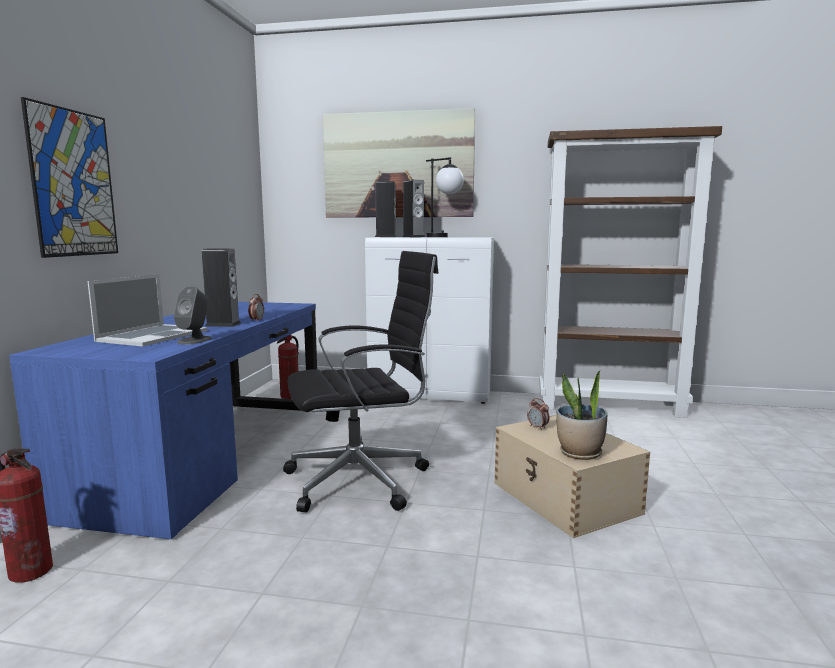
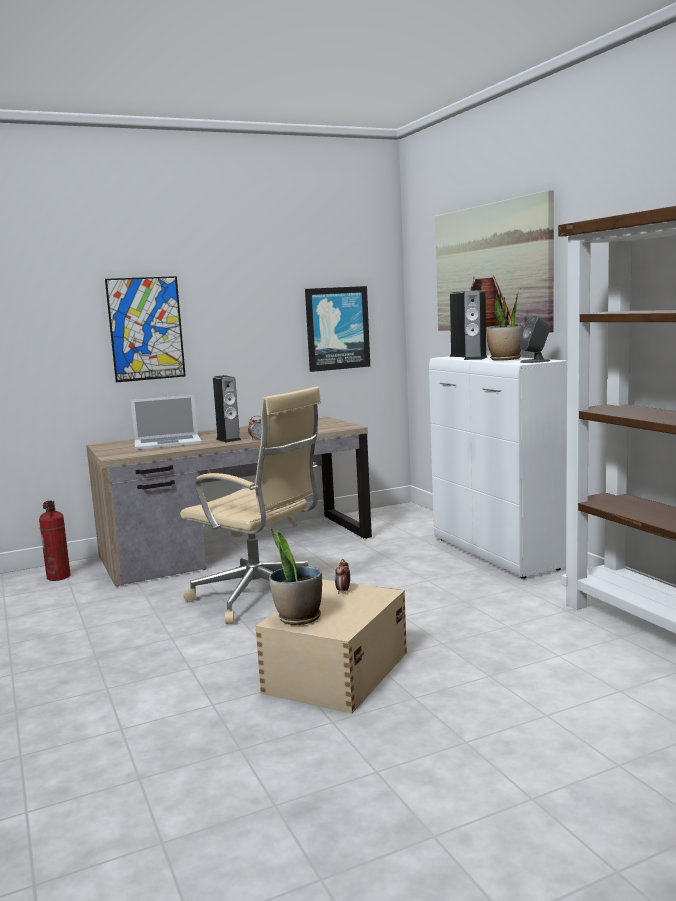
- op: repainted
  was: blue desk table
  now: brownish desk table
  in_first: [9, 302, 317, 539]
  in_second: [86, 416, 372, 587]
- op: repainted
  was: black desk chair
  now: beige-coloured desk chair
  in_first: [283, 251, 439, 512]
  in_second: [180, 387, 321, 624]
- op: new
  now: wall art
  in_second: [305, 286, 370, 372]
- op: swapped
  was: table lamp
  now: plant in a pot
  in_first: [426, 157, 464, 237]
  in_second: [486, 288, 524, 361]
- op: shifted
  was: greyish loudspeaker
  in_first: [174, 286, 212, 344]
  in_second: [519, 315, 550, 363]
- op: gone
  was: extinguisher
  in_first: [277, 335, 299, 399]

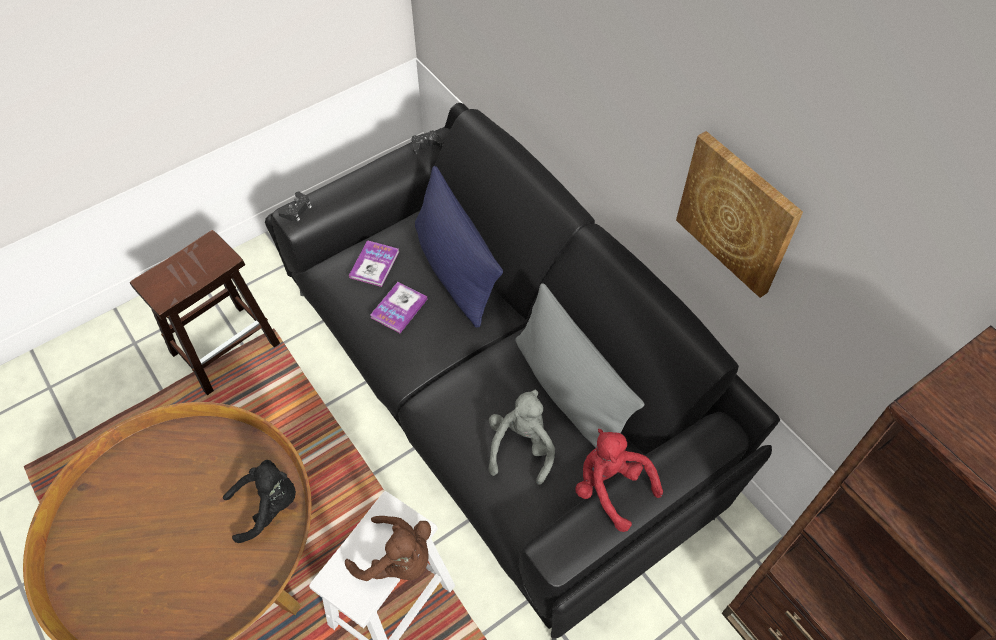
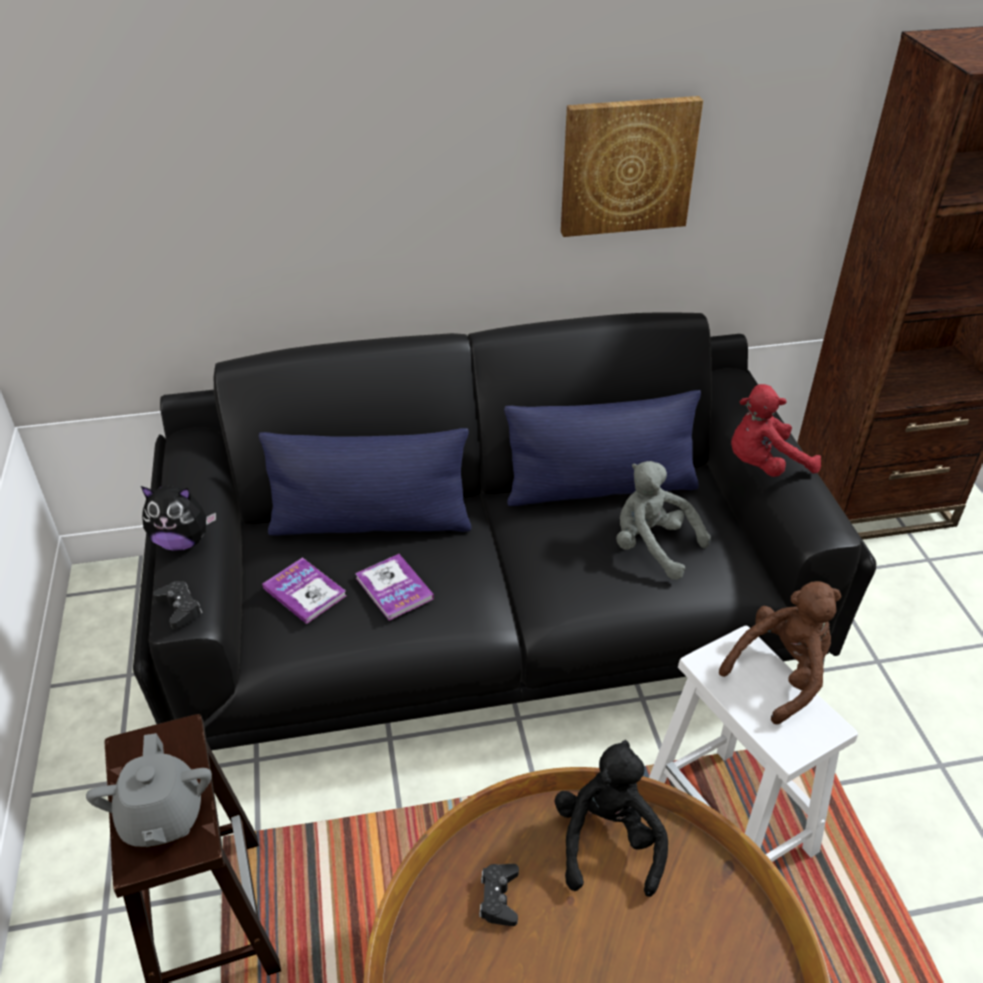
- op: new
  now: greyish pot for tea
  in_second: [86, 733, 212, 847]
- op: new
  now: soft toy
  in_second: [141, 485, 216, 551]
- op: shifted
  was: black joypad
  in_first: [411, 130, 443, 154]
  in_second: [479, 864, 519, 926]
- op: repainted
  was: greyish cushion
  now: blue cushion
  in_first: [515, 283, 644, 448]
  in_second: [504, 390, 701, 506]

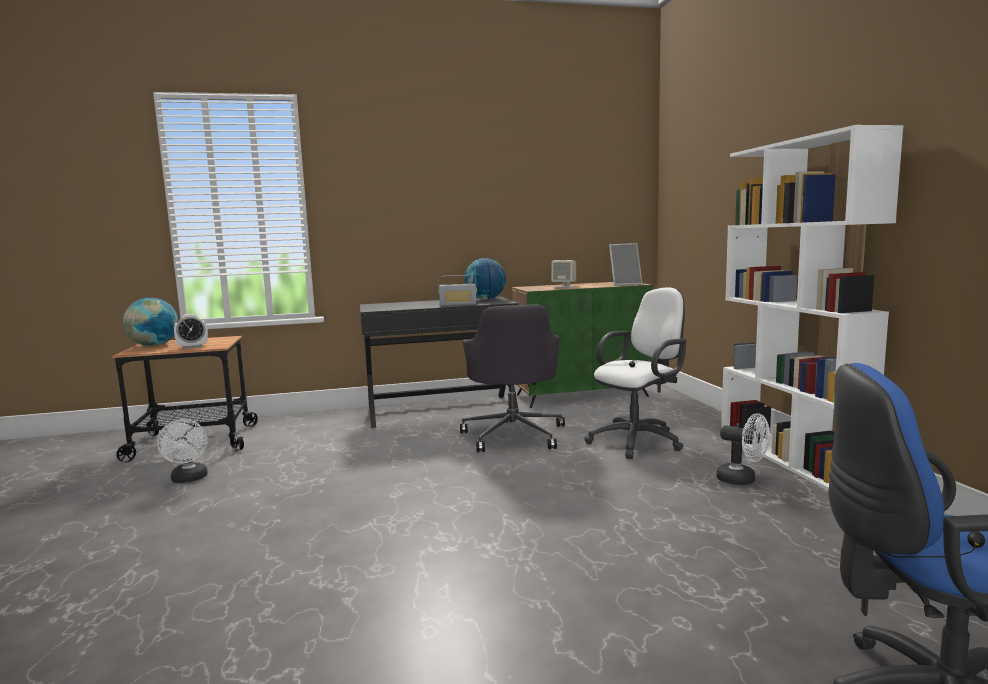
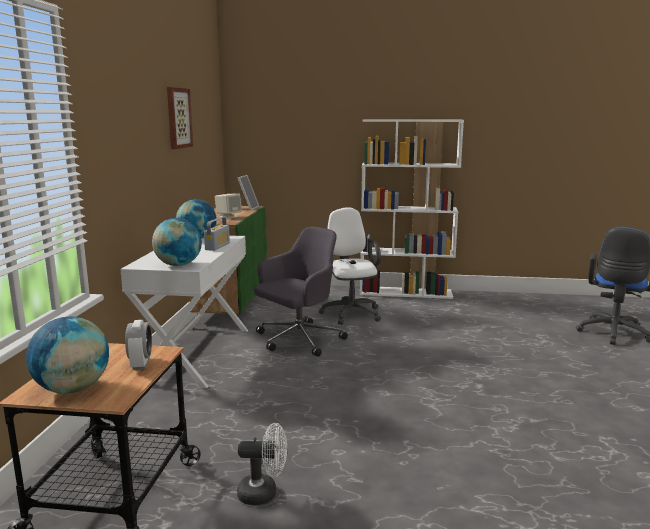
- op: repainted
  was: black desk table
  now: whitish desk table
  in_first: [360, 297, 519, 428]
  in_second: [120, 235, 248, 388]
- op: new
  now: globe
  in_second: [152, 218, 202, 266]
- op: new
  now: wall art
  in_second: [167, 87, 193, 149]
- op: rotated
  was: greyish desk chair
  in_first: [460, 305, 565, 452]
  in_second: [254, 227, 348, 357]
  clockwise: -60
- op: gone
  was: whitish fan
  in_first: [716, 413, 770, 485]

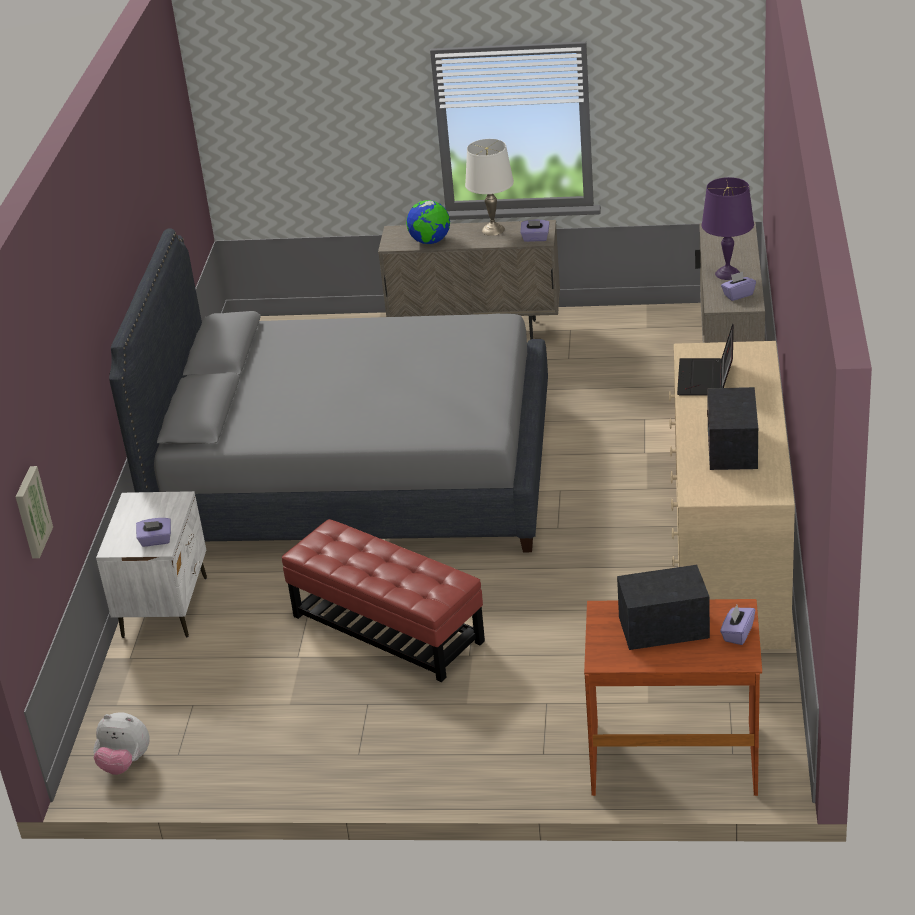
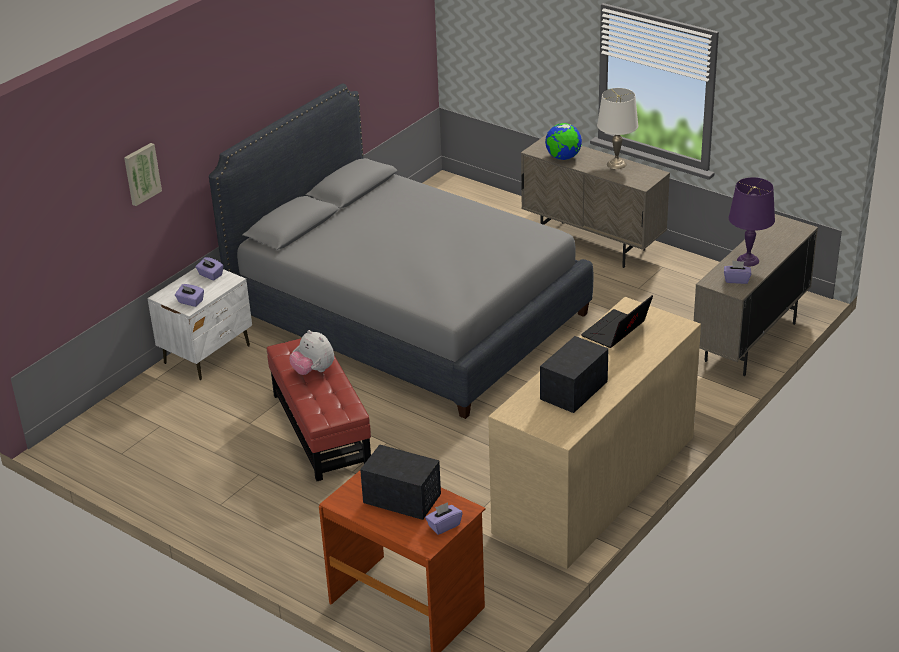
- op: shifted
  was: wall art
  in_first: [15, 466, 53, 558]
  in_second: [124, 143, 162, 206]
- op: shifted
  was: purple box of tissues
  in_first: [520, 220, 549, 242]
  in_second: [196, 257, 223, 280]
- op: shifted
  was: soft toy
  in_first: [93, 712, 150, 775]
  in_second: [289, 330, 334, 375]

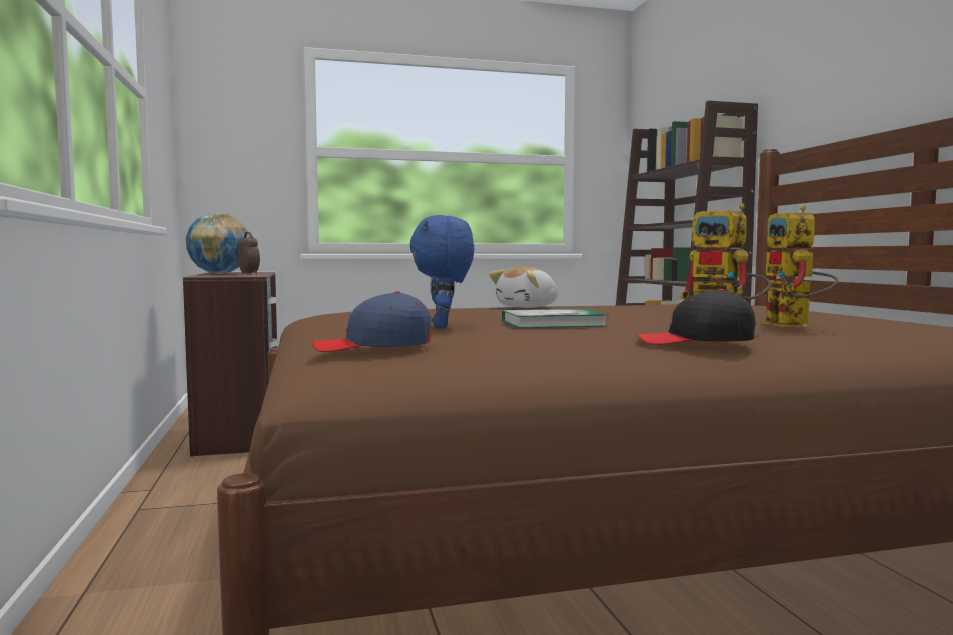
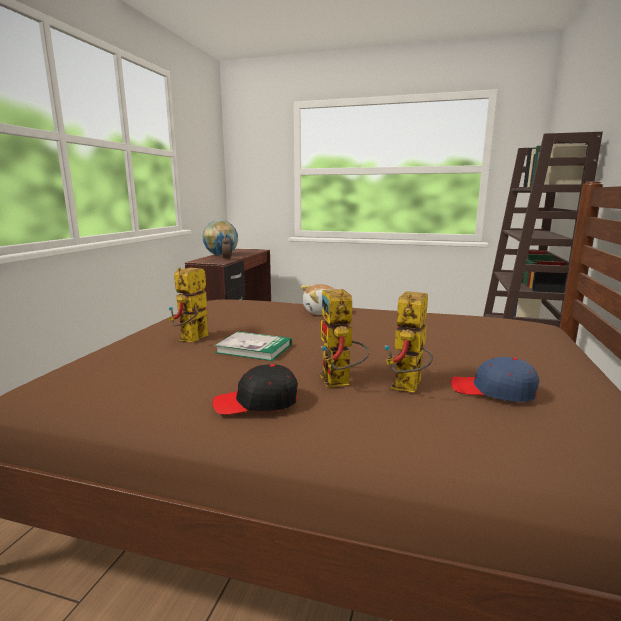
- op: swapped
  was: blue soft toy
  now: toy robot
  in_first: [410, 215, 474, 328]
  in_second: [168, 267, 209, 342]
- op: rotated
  was: black peaked cap
  in_first: [637, 289, 755, 345]
  in_second: [212, 364, 298, 415]
  clockwise: -45
- op: shifted
  was: blue peaked cap
  in_first: [312, 291, 432, 352]
  in_second: [451, 357, 539, 402]

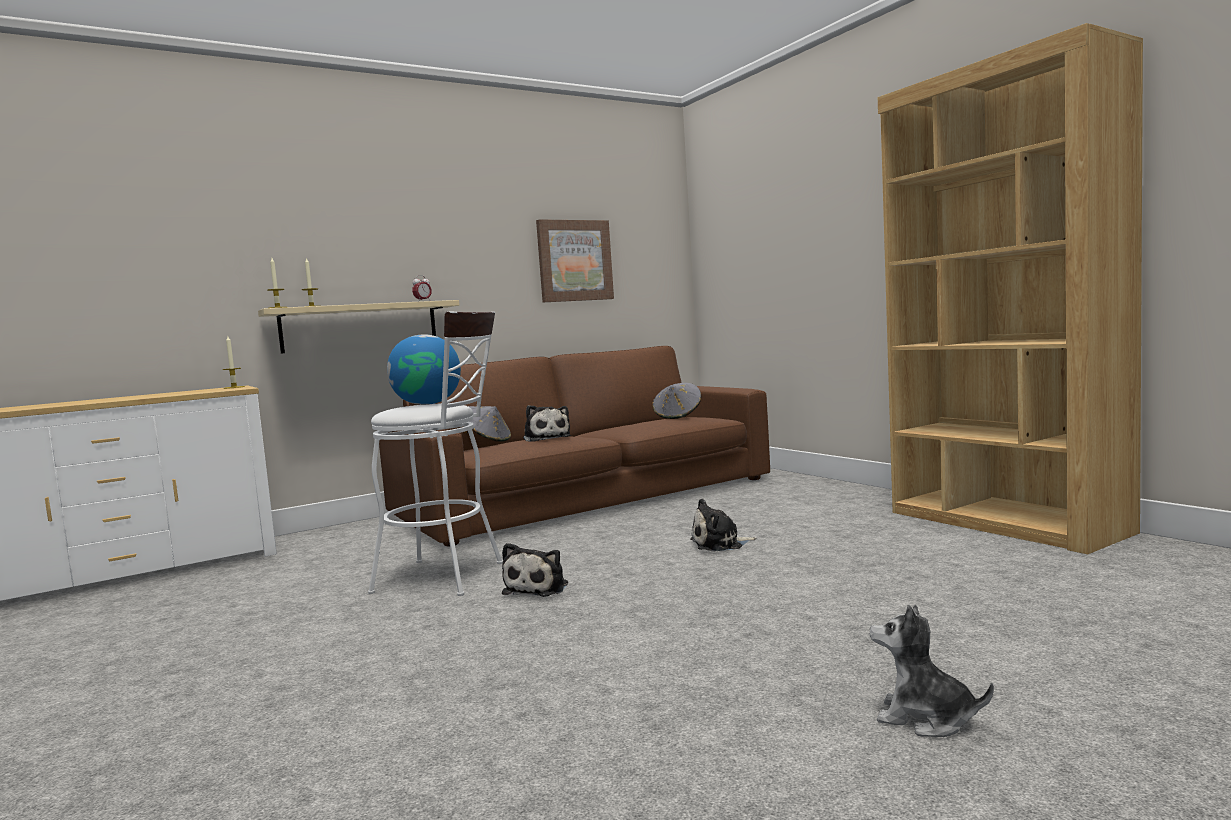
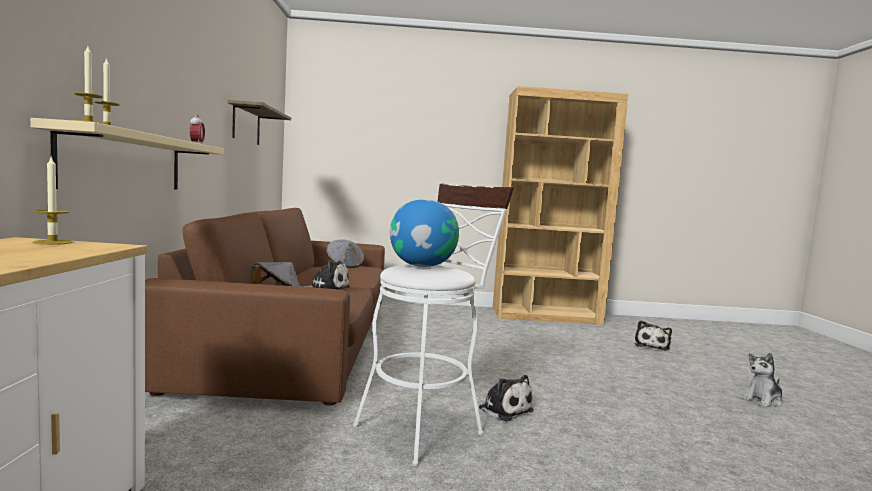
- op: swapped
  was: wall art
  now: shelf
  in_first: [536, 219, 614, 302]
  in_second: [228, 100, 291, 145]
- op: shifted
  was: soft toy
  in_first: [690, 498, 756, 552]
  in_second: [635, 320, 672, 350]

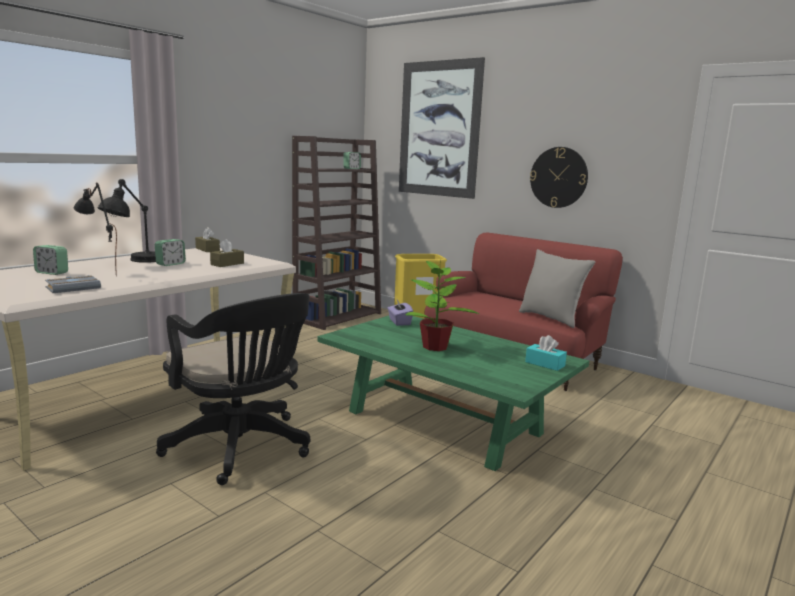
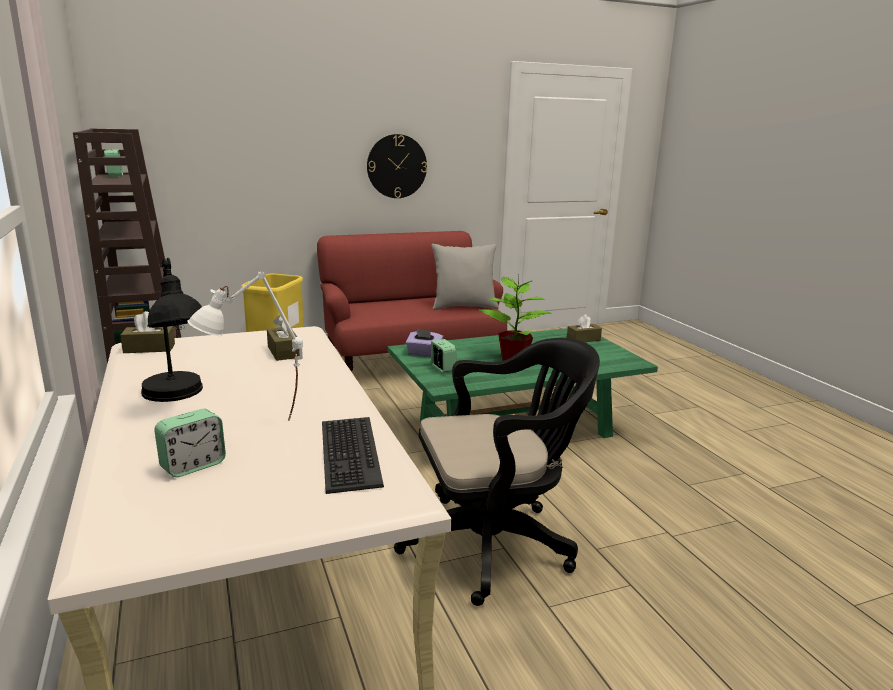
- op: repainted
  was: black table lamp
  now: whitish table lamp
  in_first: [74, 183, 117, 277]
  in_second: [187, 271, 303, 421]
- op: swapped
  was: greyish volume
  now: keyboard
  in_first: [45, 275, 101, 293]
  in_second: [322, 417, 384, 494]
- op: shifted
  was: alarm clock
  in_first: [155, 239, 186, 266]
  in_second: [431, 339, 456, 374]
- op: repainted
  was: turquoise box of tissues
  now: brownish box of tissues
  in_first: [525, 335, 567, 371]
  in_second: [567, 315, 602, 342]
- op: gone
  was: wall art
  in_first: [399, 57, 485, 199]

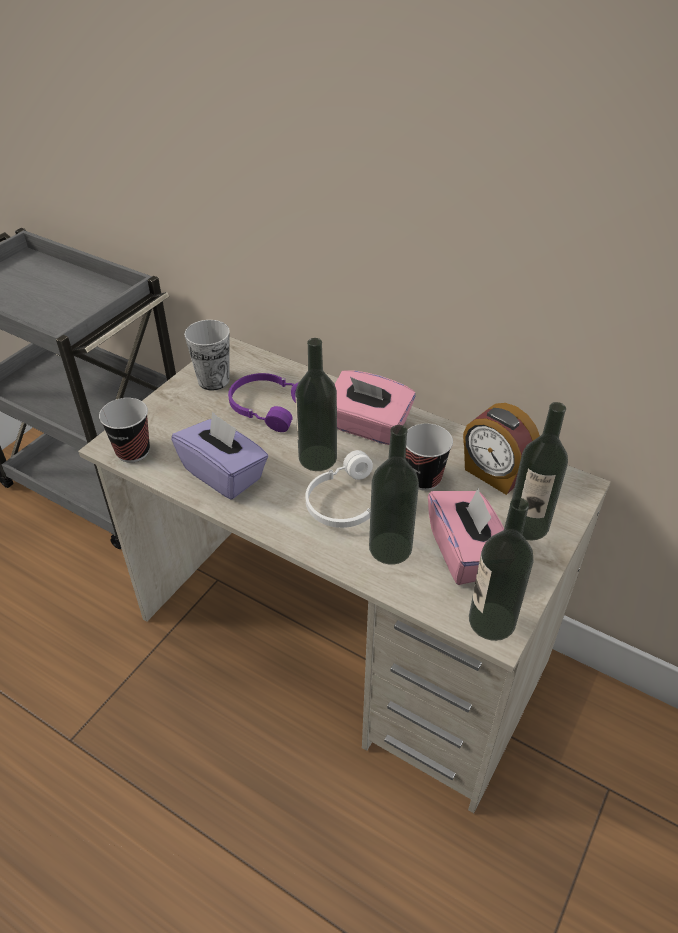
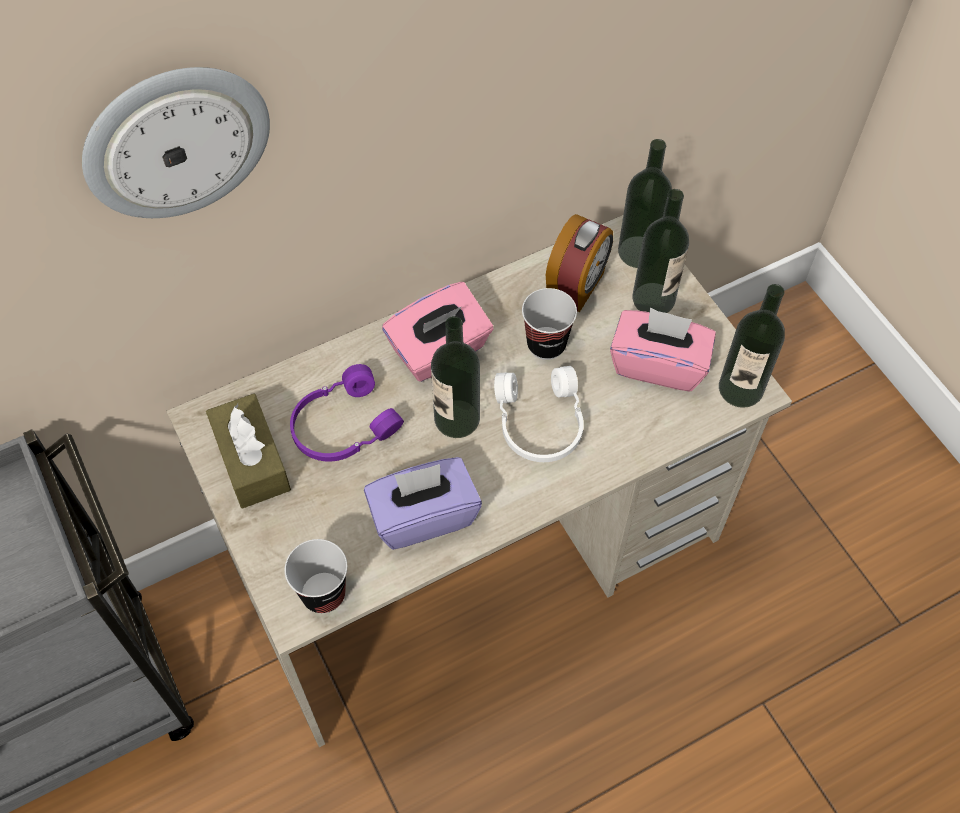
- op: new
  now: wall clock
  in_second: [82, 67, 270, 218]
- op: swapped
  was: small cup
  now: brownish box of tissues
  in_first: [184, 320, 230, 391]
  in_second: [206, 394, 291, 509]
- op: rotated
  was: alarm clock
  in_first: [463, 403, 540, 495]
  in_second: [546, 214, 613, 312]
  clockwise: -45
- op: shifted
  was: bottle
  in_first: [369, 425, 419, 565]
  in_second: [618, 139, 672, 268]

